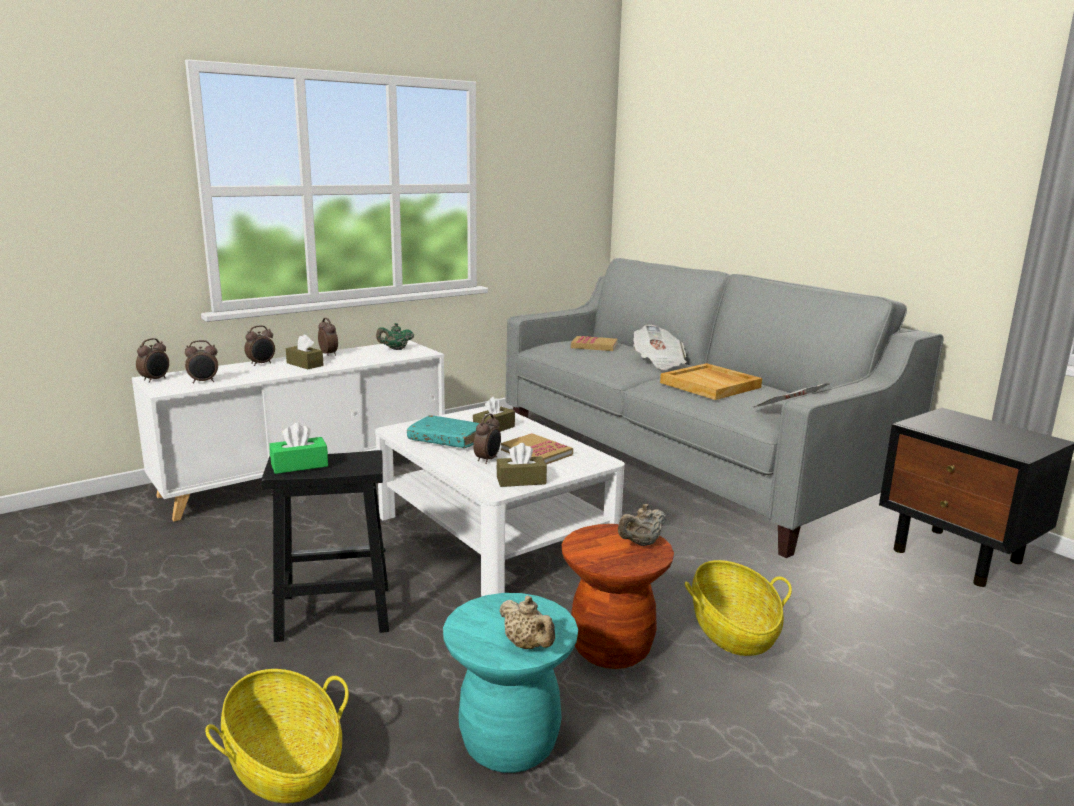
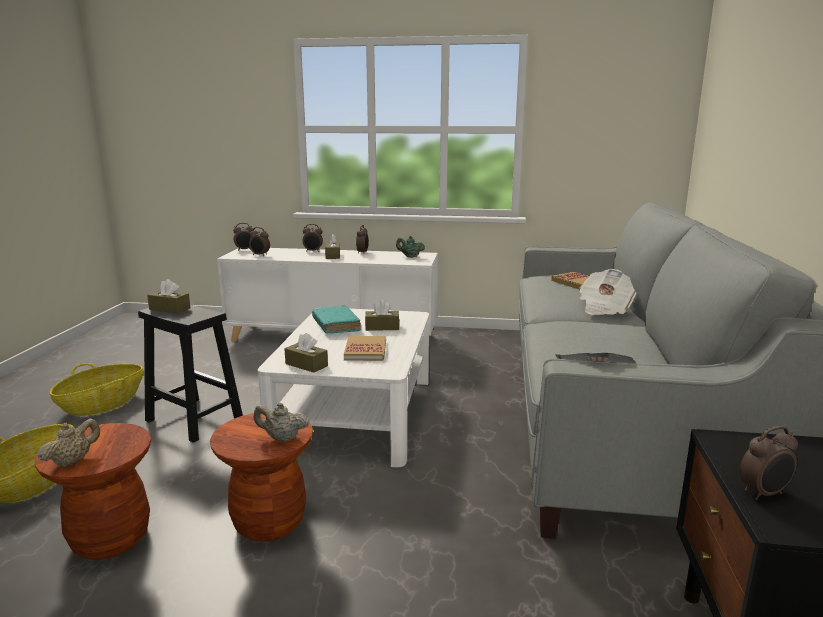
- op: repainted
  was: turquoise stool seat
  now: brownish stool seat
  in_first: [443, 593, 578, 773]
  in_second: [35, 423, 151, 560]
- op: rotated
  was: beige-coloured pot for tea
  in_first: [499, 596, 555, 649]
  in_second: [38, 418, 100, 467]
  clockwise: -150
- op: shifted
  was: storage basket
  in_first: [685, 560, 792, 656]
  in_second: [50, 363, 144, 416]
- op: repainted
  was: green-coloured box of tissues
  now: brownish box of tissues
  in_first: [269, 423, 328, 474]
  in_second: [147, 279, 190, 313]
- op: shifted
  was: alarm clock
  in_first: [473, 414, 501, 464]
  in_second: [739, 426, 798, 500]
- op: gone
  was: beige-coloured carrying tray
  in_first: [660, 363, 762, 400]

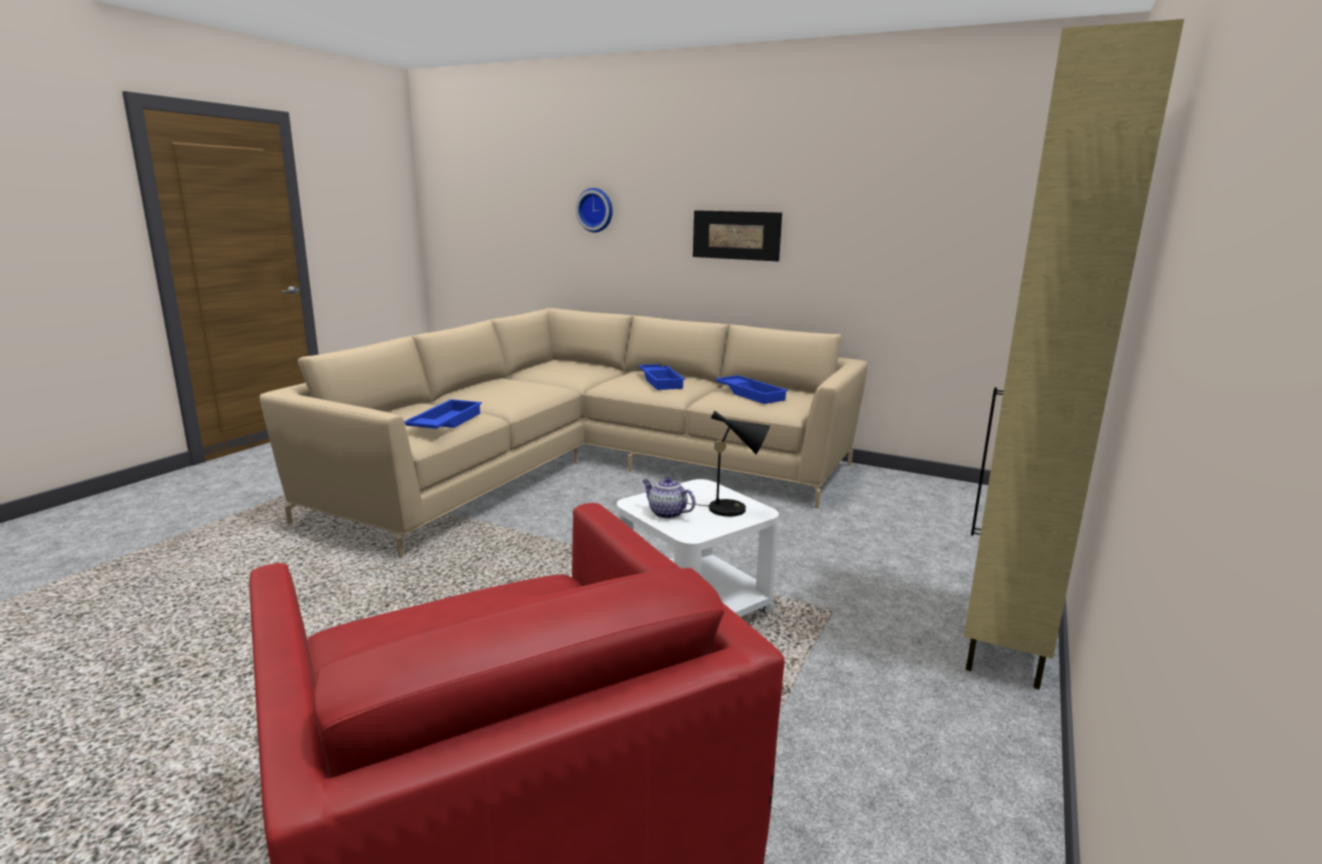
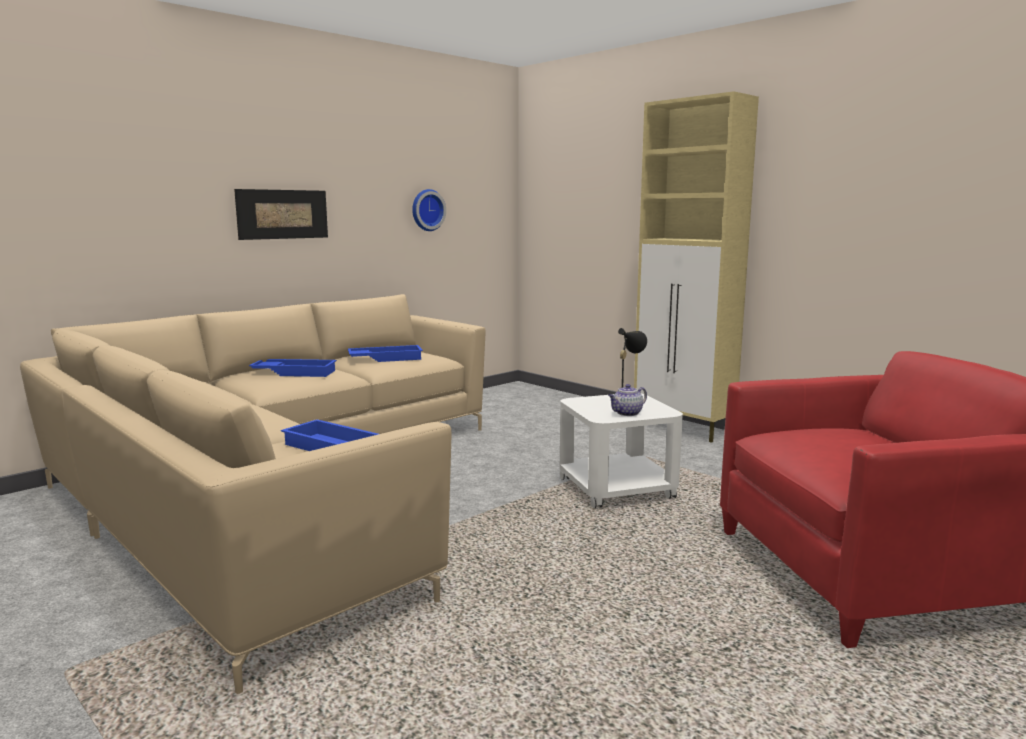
- op: shifted
  was: wall clock
  in_first: [576, 188, 613, 232]
  in_second: [412, 189, 446, 231]

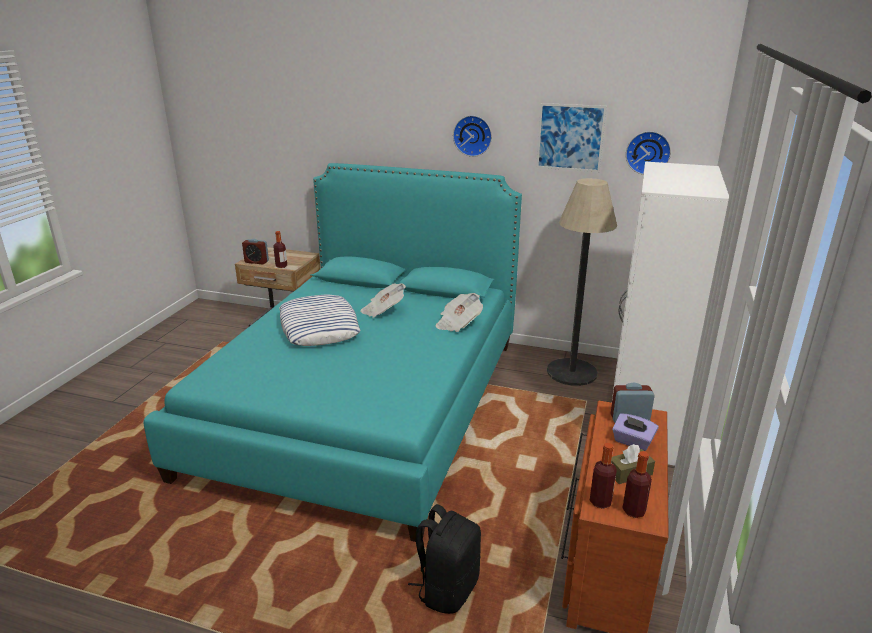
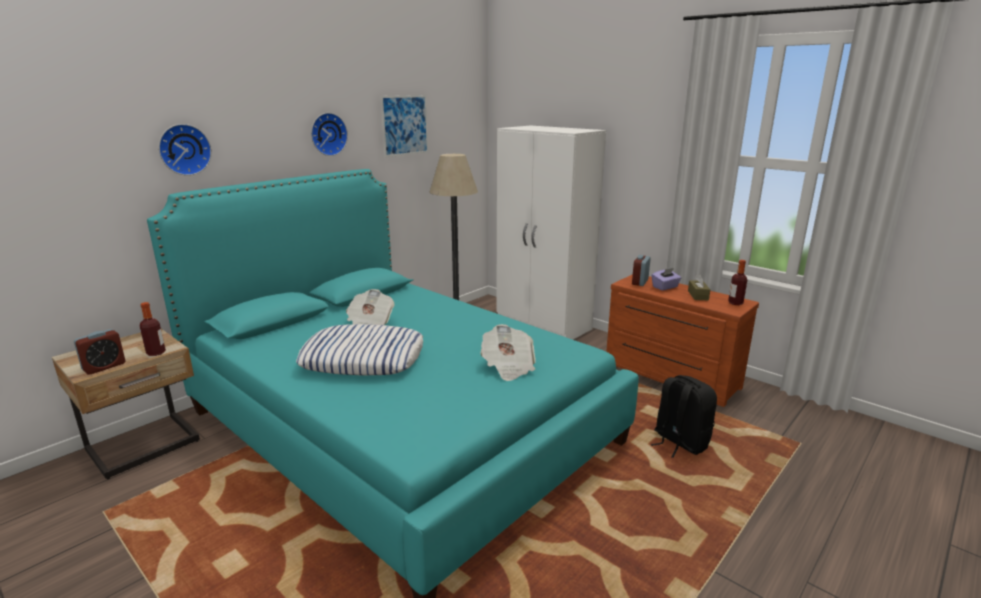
- op: shifted
  was: wall clock
  in_first: [626, 131, 671, 175]
  in_second: [158, 124, 212, 176]
- op: shifted
  was: newspaper
  in_first: [436, 293, 483, 332]
  in_second: [480, 324, 536, 381]
- op: gone
  was: bottle
  in_first: [590, 443, 617, 509]

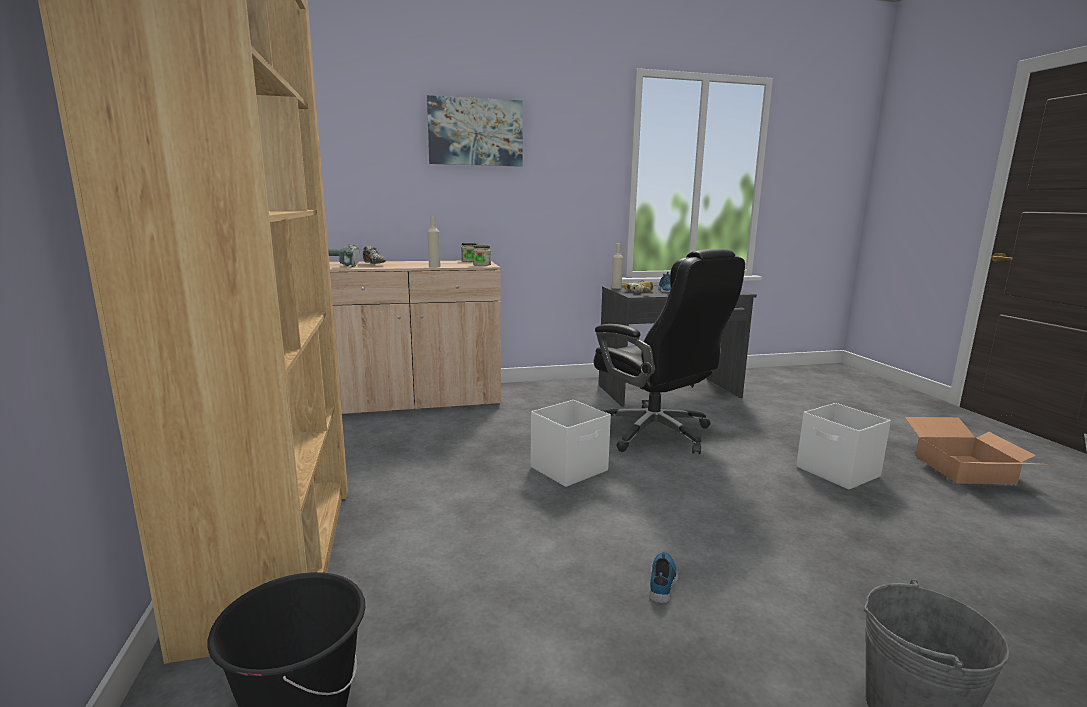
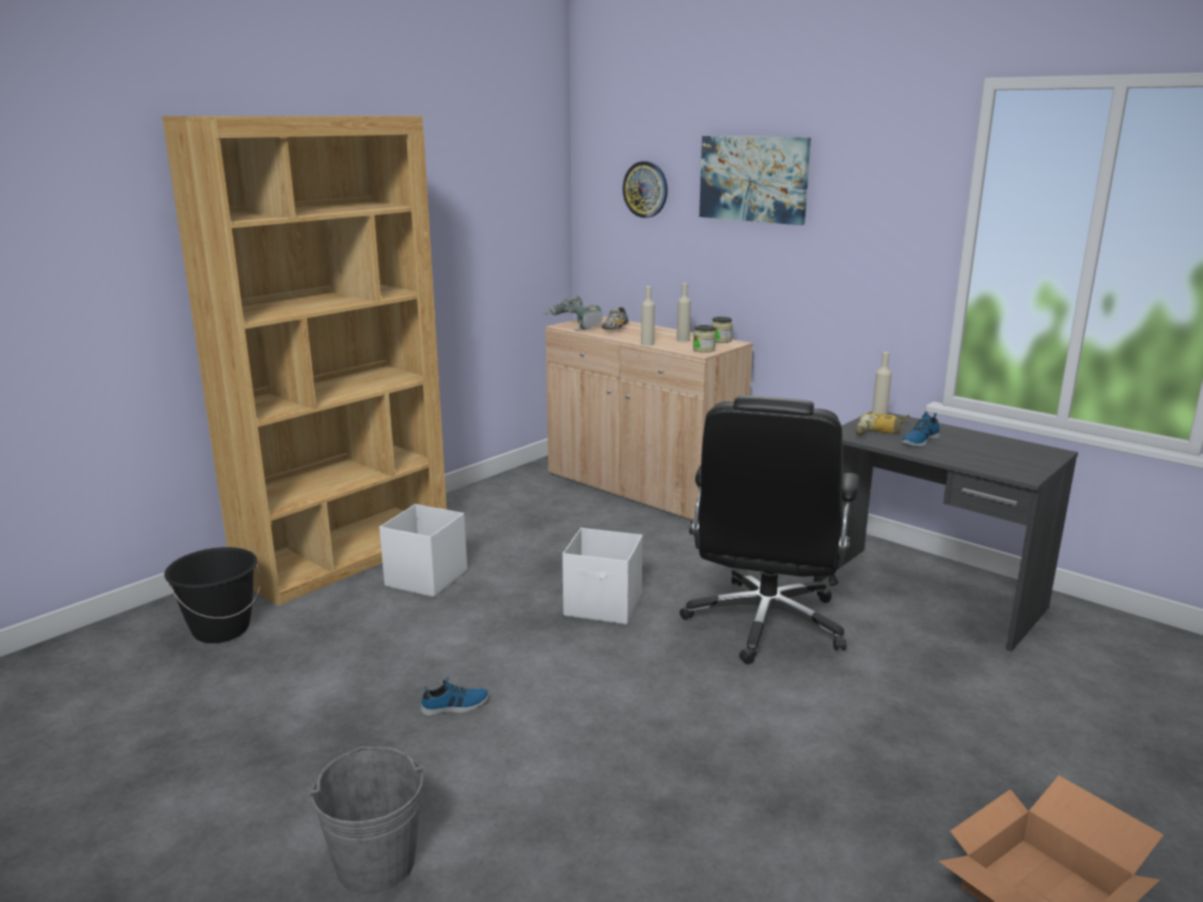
- op: shifted
  was: whitish storage container
  in_first: [796, 403, 891, 489]
  in_second: [379, 504, 467, 597]
- op: new
  now: wall clock
  in_second: [623, 161, 668, 218]
- op: new
  now: beige-coloured bottle
  in_second: [677, 283, 691, 342]

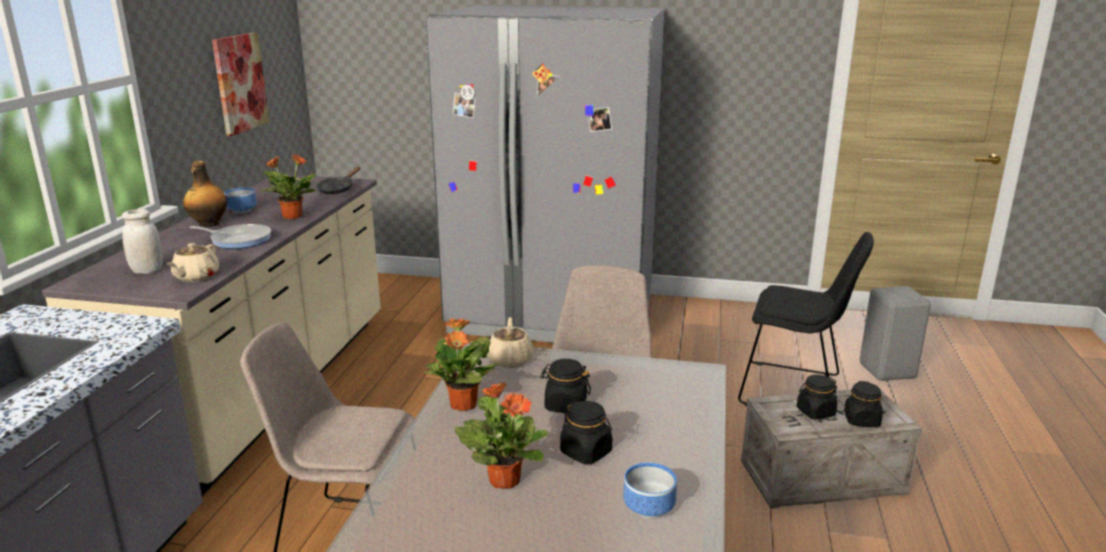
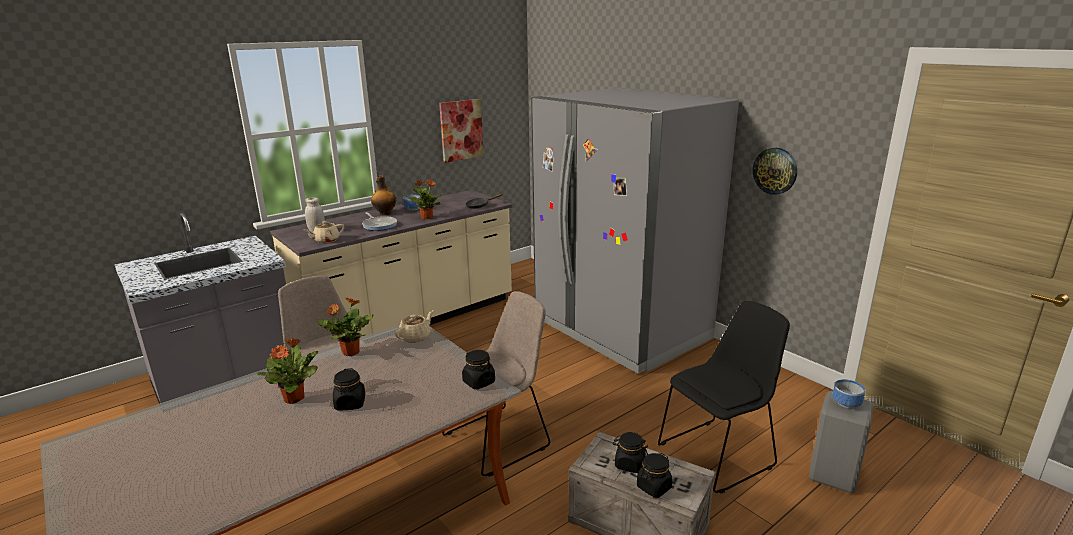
- op: shifted
  was: black storage jar
  in_first: [540, 359, 591, 413]
  in_second: [462, 350, 495, 389]
- op: rotated
  was: black plain chair
  in_first: [738, 232, 874, 406]
  in_second: [658, 301, 790, 494]
  clockwise: -90
- op: new
  now: wall clock
  in_second: [753, 148, 797, 195]
- op: shifted
  was: serving bowl
  in_first: [623, 463, 677, 518]
  in_second: [832, 379, 865, 408]

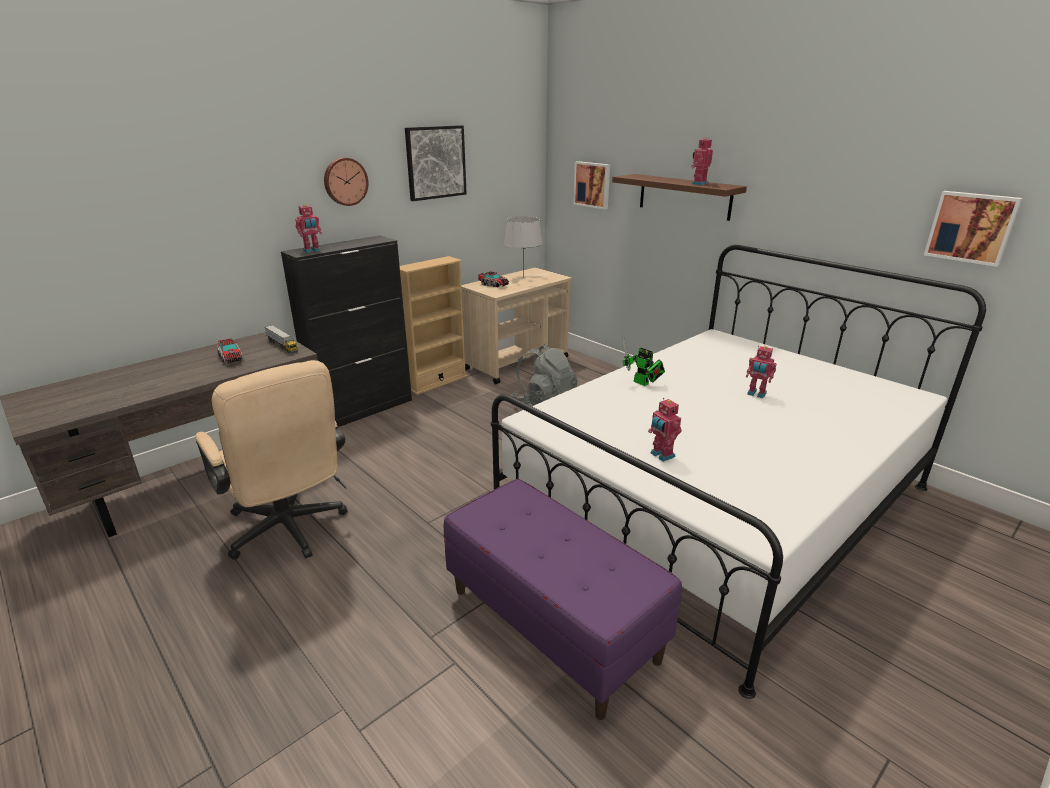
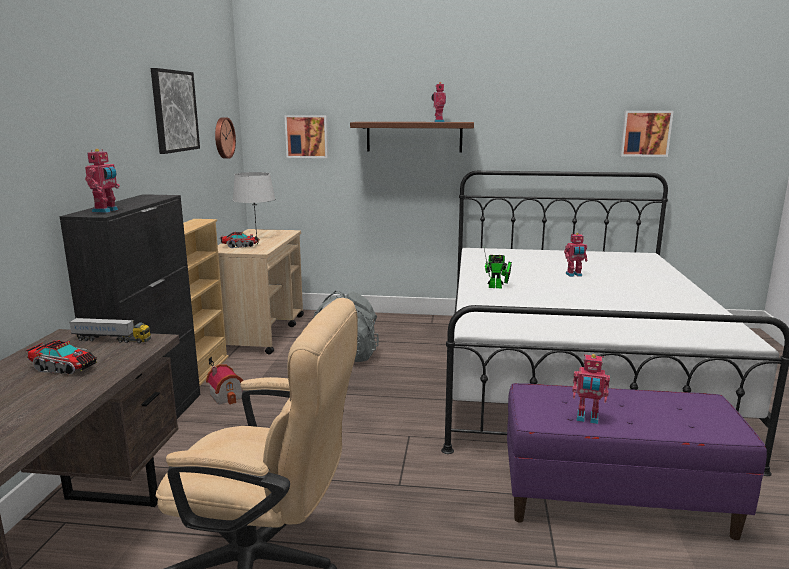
- op: new
  now: model house
  in_second: [206, 364, 243, 405]
- op: shifted
  was: wall clock
  in_first: [324, 158, 368, 206]
  in_second: [215, 117, 236, 159]
- op: shifted
  was: toy robot
  in_first: [648, 398, 682, 462]
  in_second: [572, 354, 610, 424]

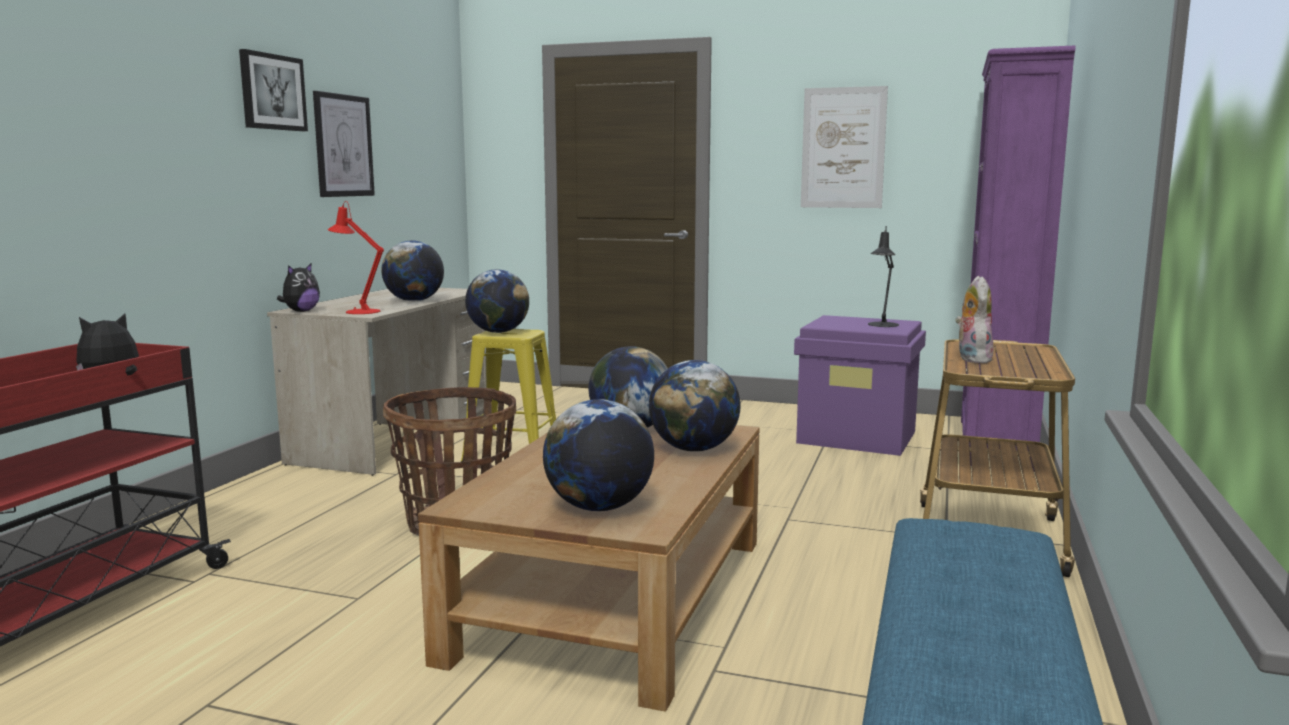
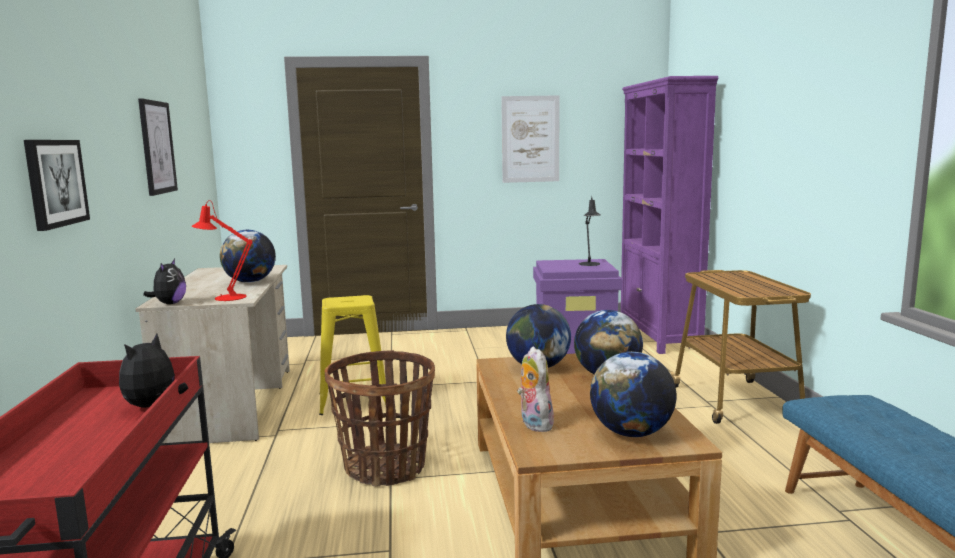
- op: shifted
  was: wall art
  in_first: [239, 49, 308, 131]
  in_second: [24, 140, 90, 231]
- op: shifted
  was: soft toy
  in_first: [955, 276, 994, 363]
  in_second: [517, 346, 556, 432]
- op: gone
  was: globe
  in_first: [465, 269, 529, 333]

